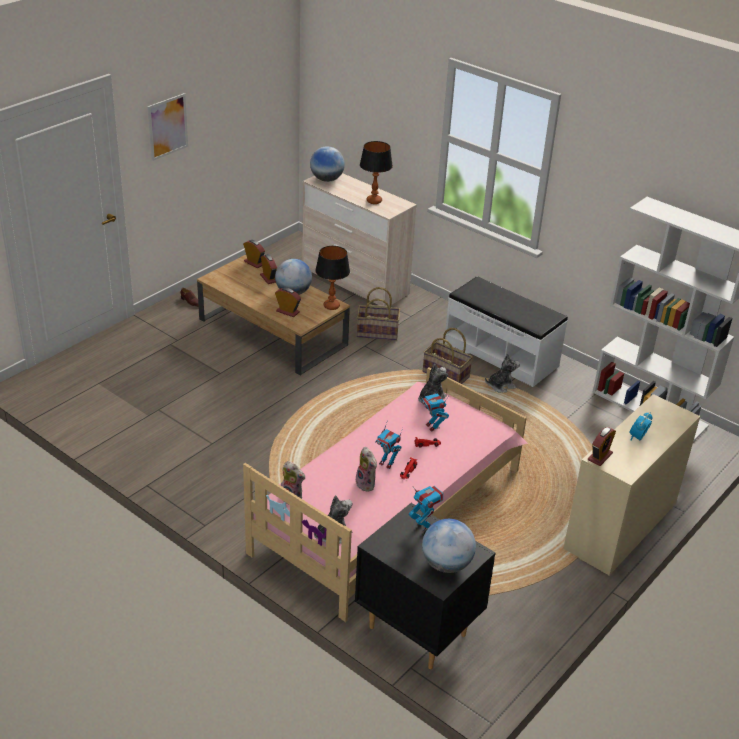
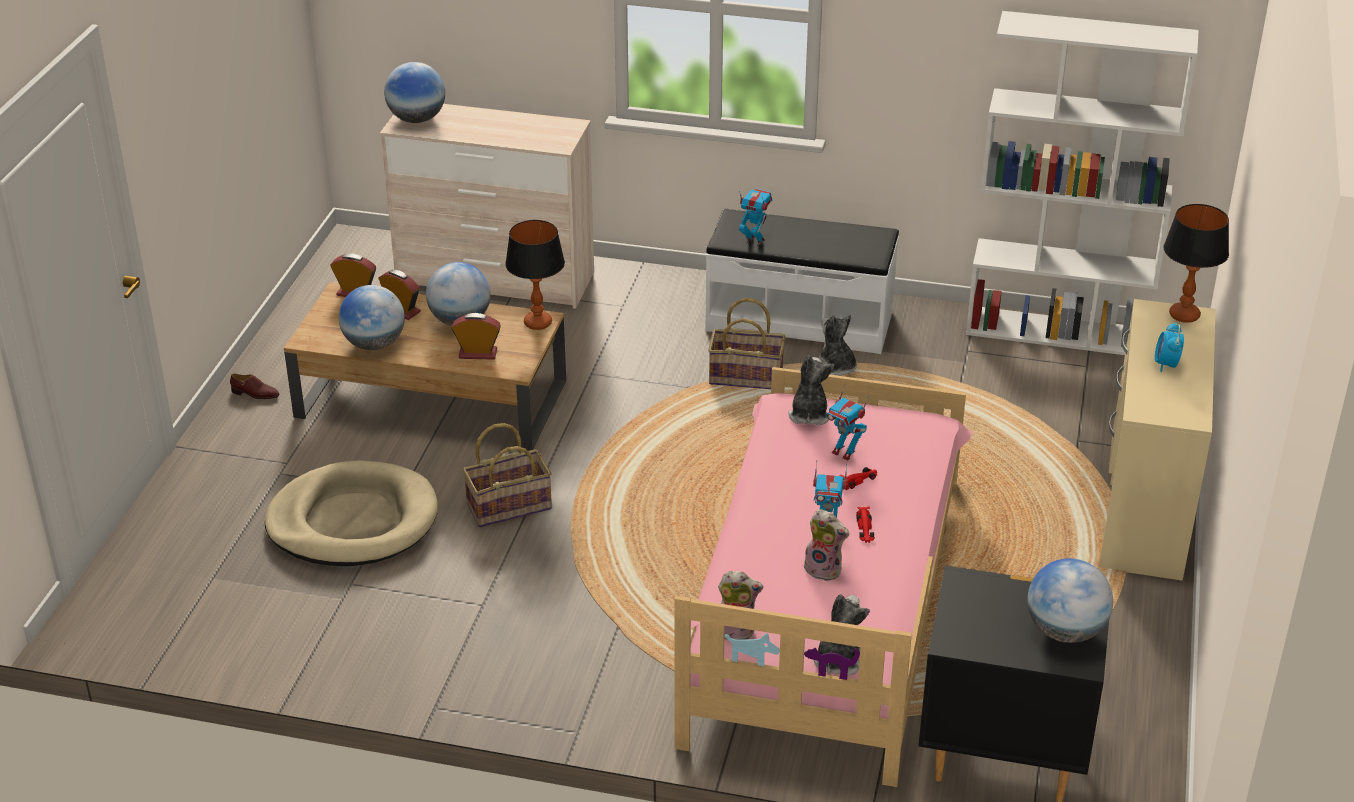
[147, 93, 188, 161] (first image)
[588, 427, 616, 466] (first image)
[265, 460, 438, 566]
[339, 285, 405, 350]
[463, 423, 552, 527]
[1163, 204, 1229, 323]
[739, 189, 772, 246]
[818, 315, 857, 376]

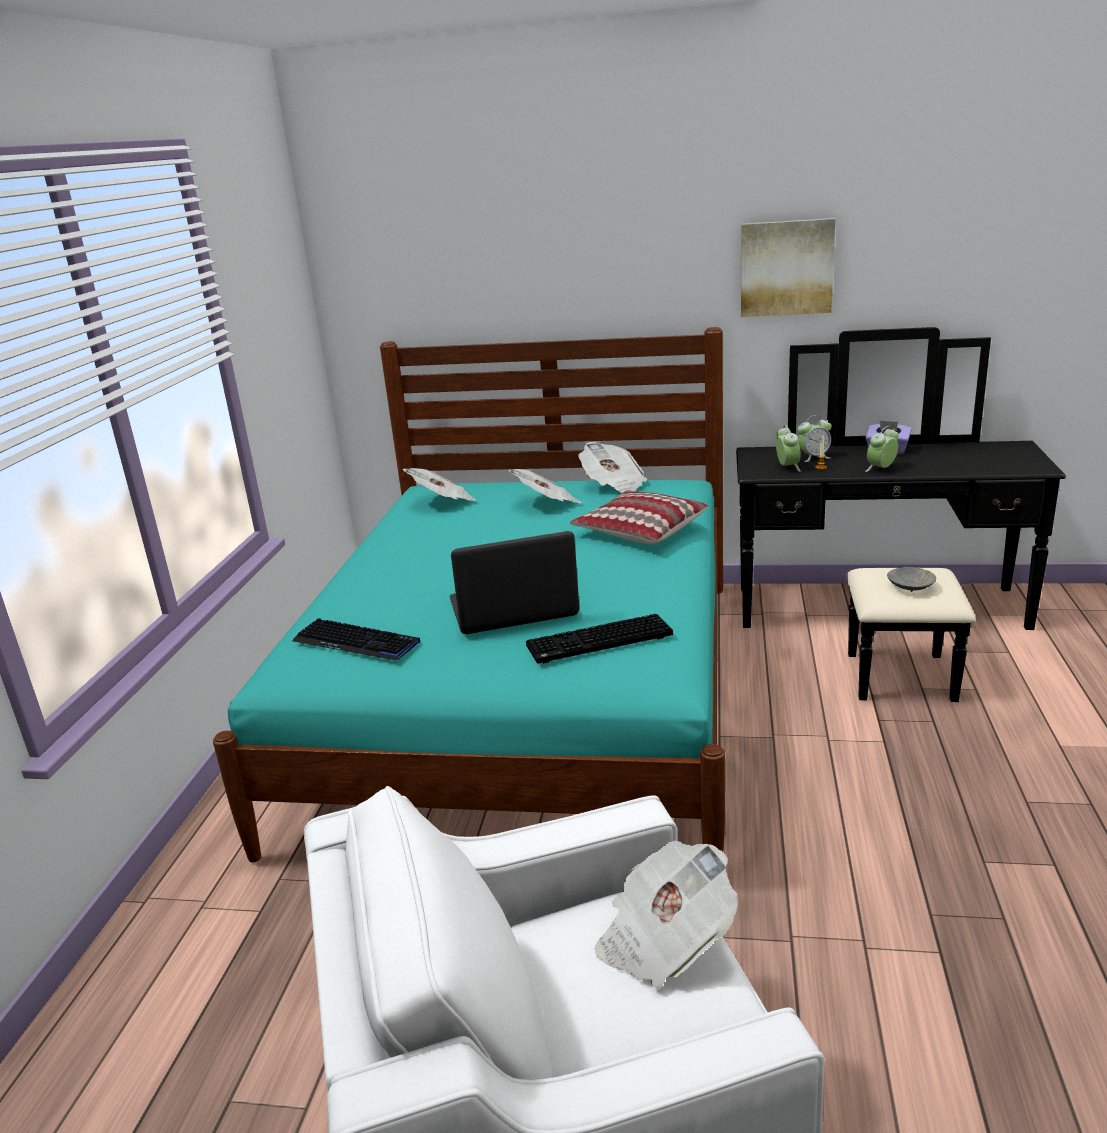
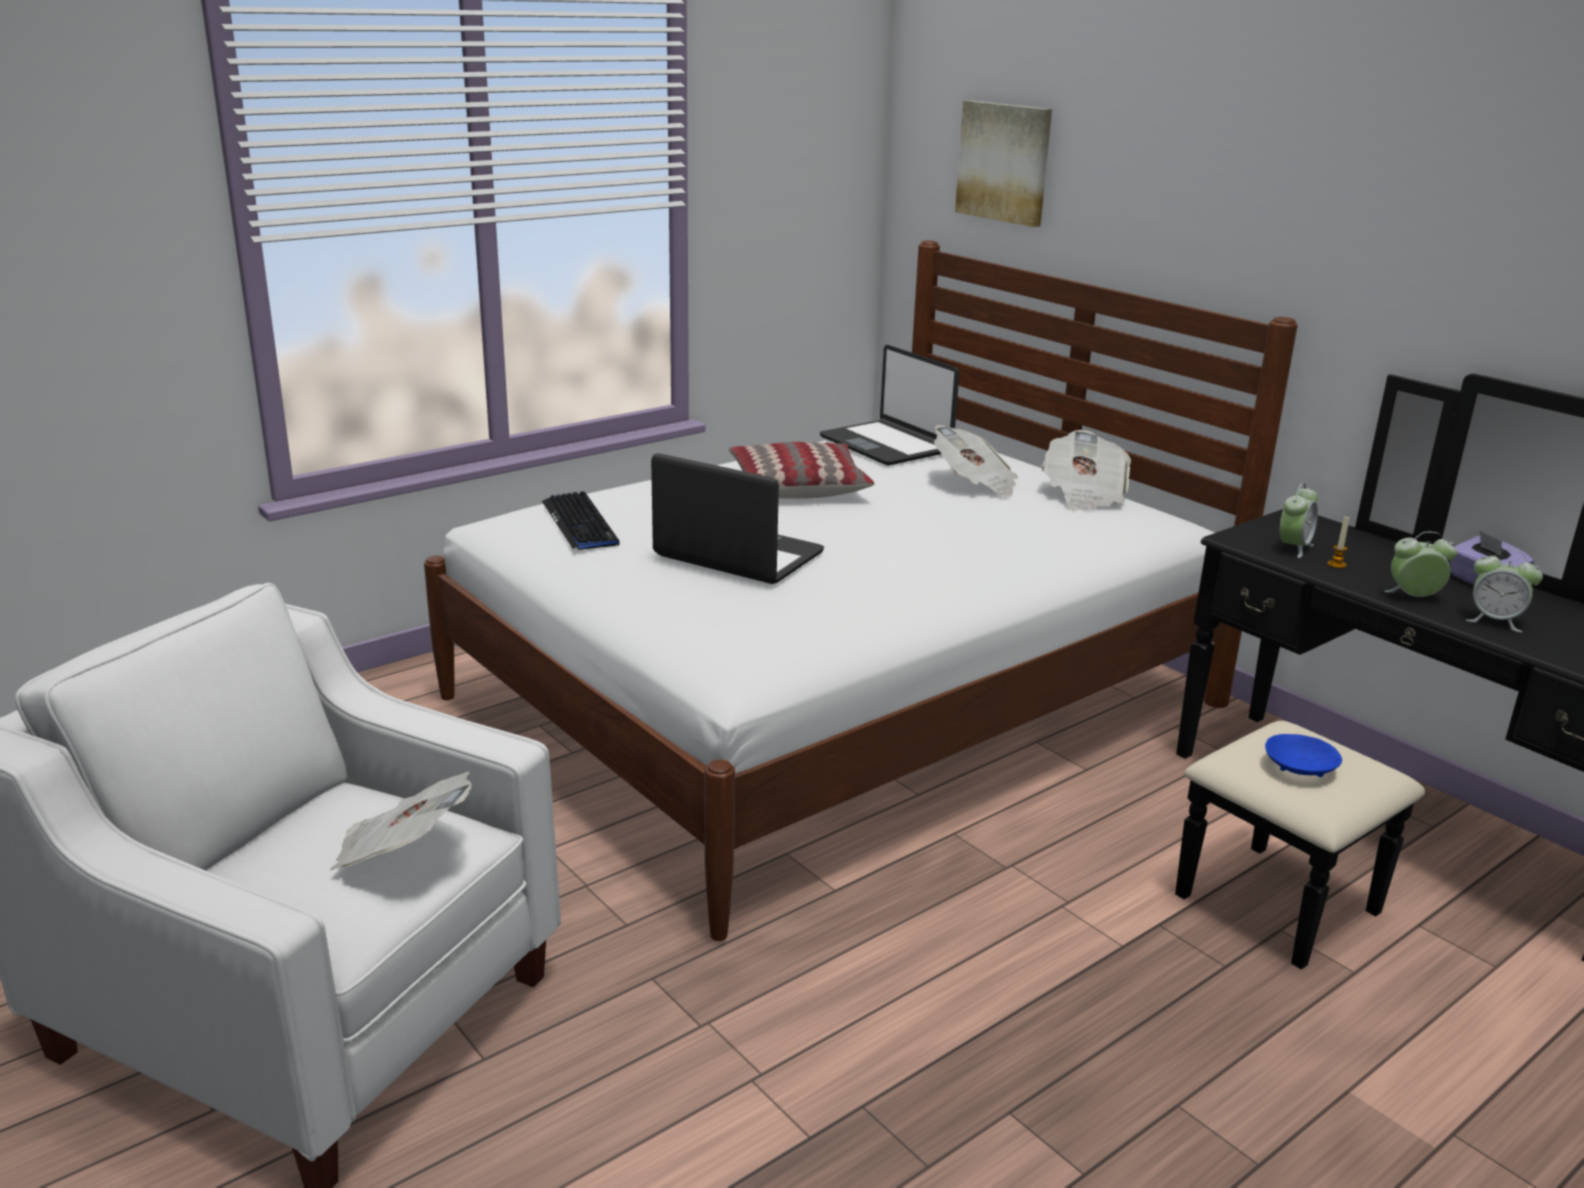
[526, 614, 673, 664] (first image)
[729, 442, 874, 499]
[955, 100, 1052, 227]
[1466, 549, 1543, 632]
[820, 345, 959, 466]
[424, 241, 1298, 941]
[1265, 734, 1342, 777]

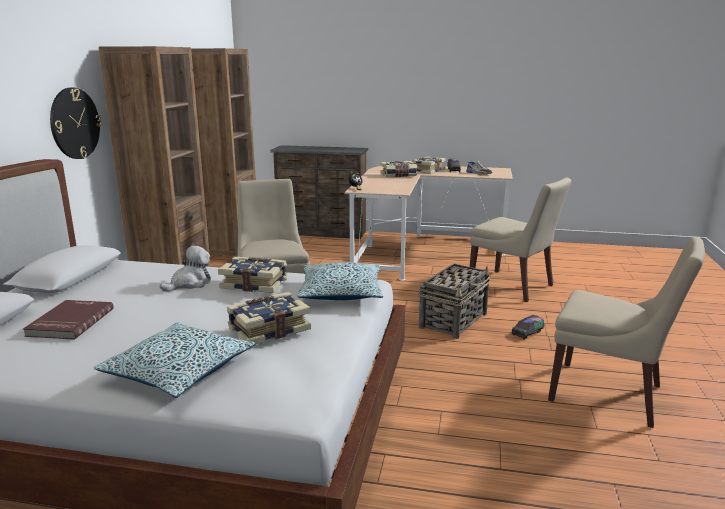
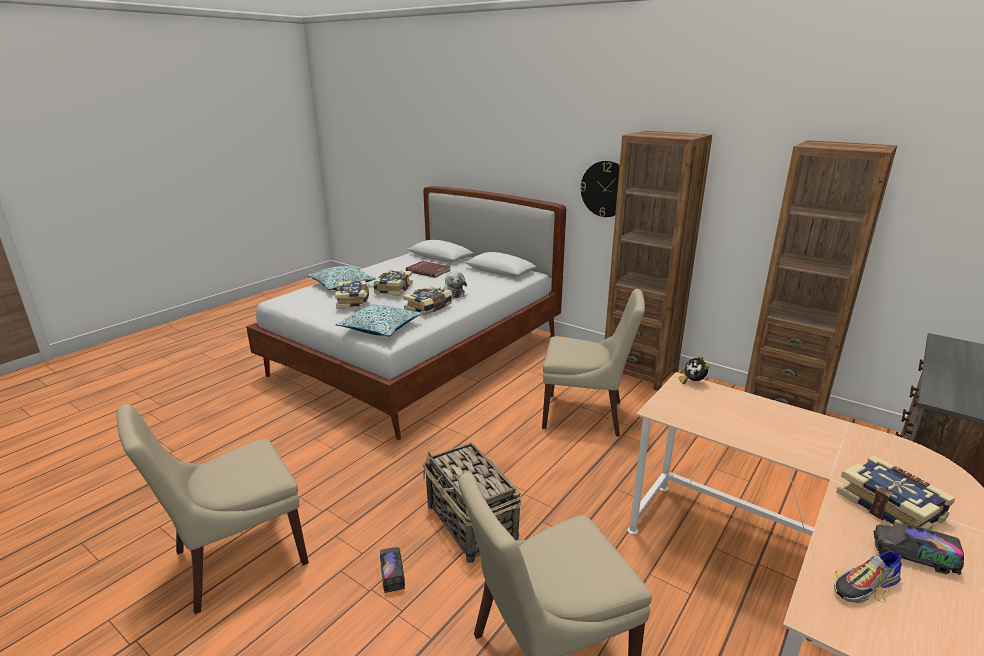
[373, 270, 413, 296]

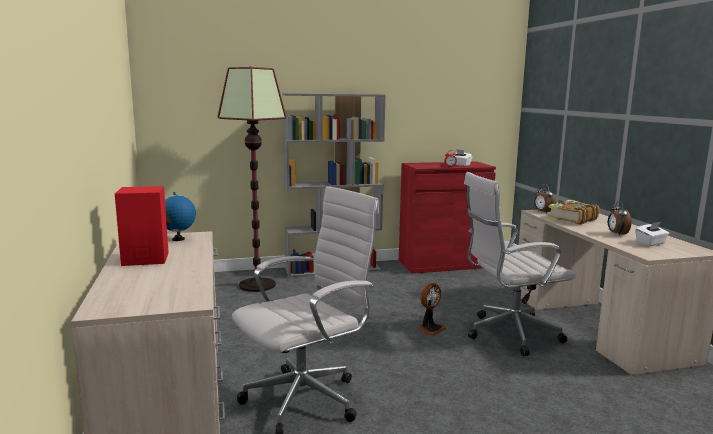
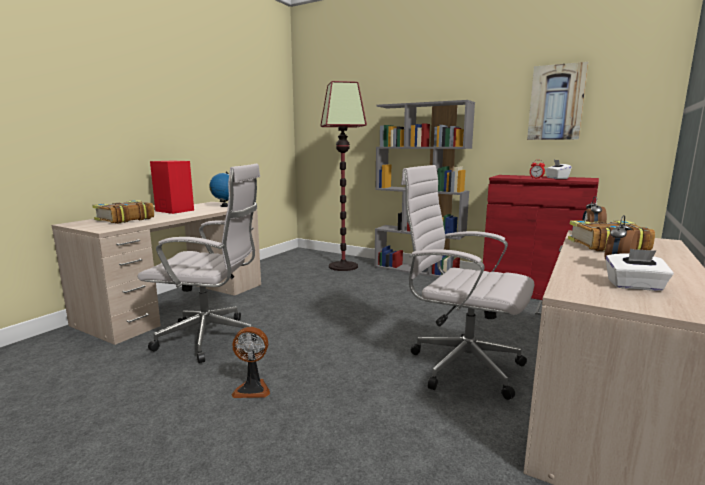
[92, 200, 154, 224]
[527, 62, 588, 140]
[232, 327, 270, 398]

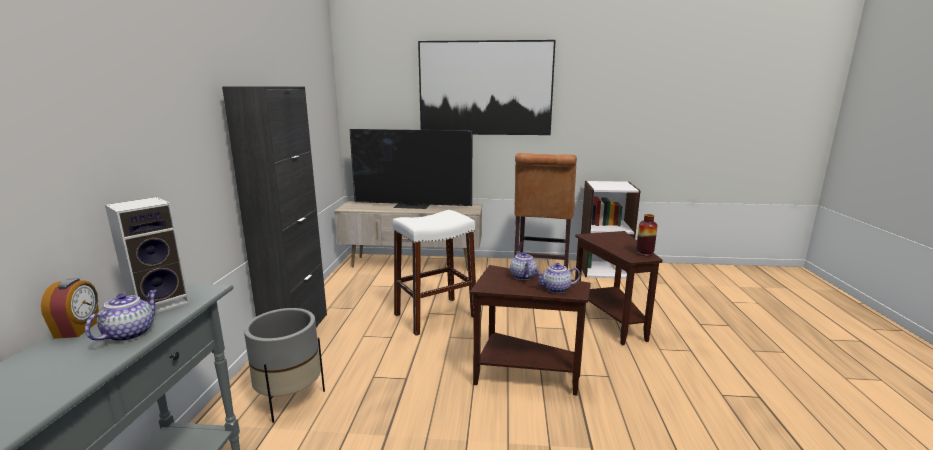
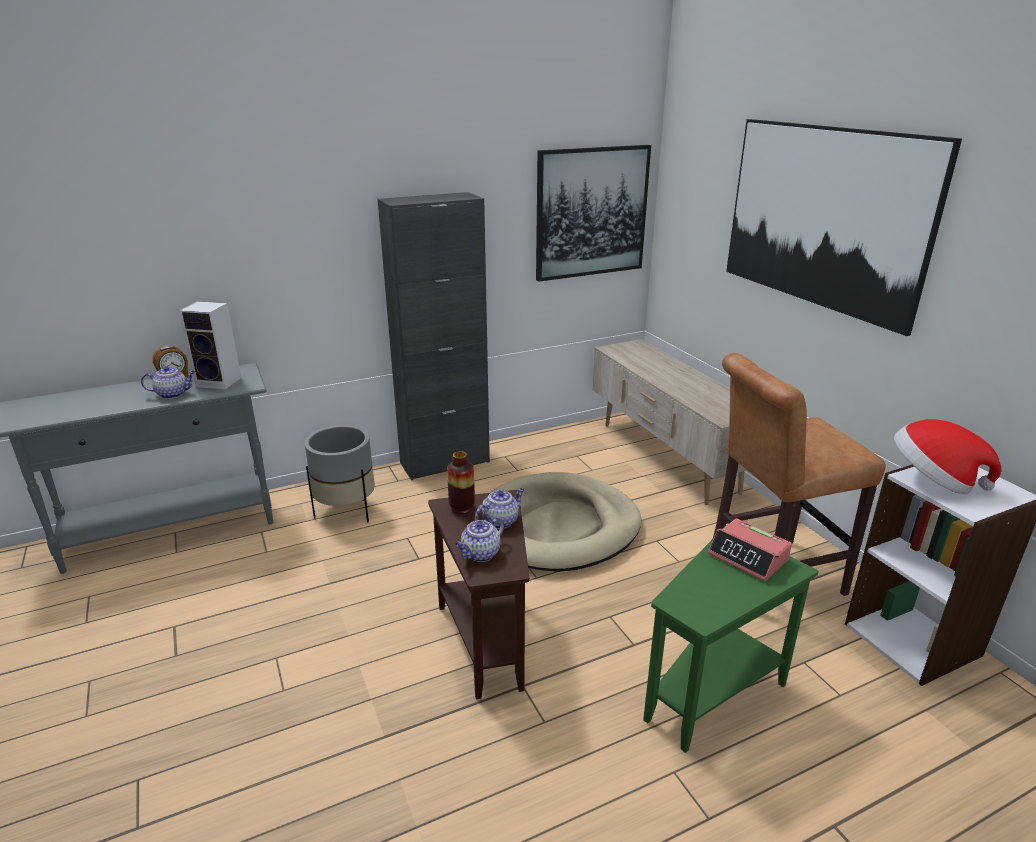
[349, 129, 472, 209] (first image)
[536, 145, 651, 282]
[708, 518, 792, 582]
[894, 419, 1002, 494]
[447, 451, 475, 514]
[489, 472, 641, 572]
[643, 525, 819, 753]
[455, 517, 504, 562]

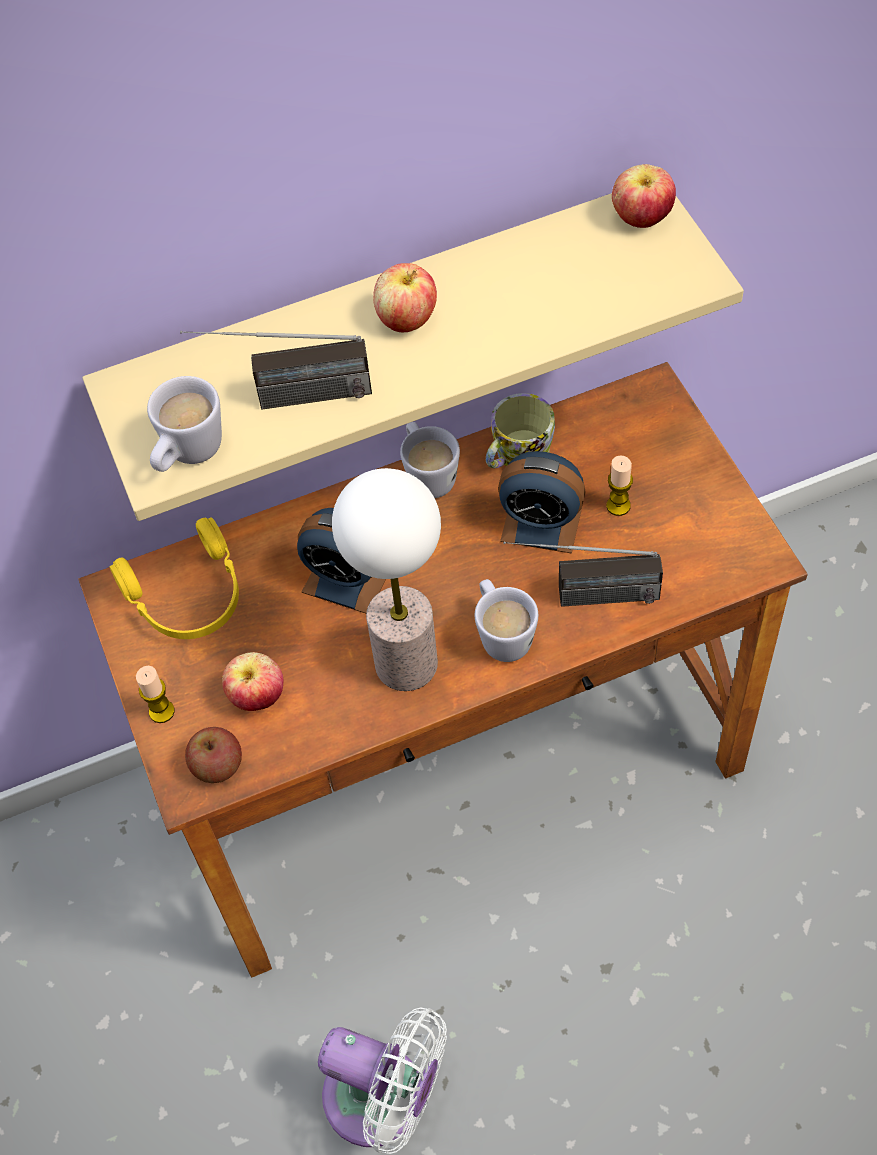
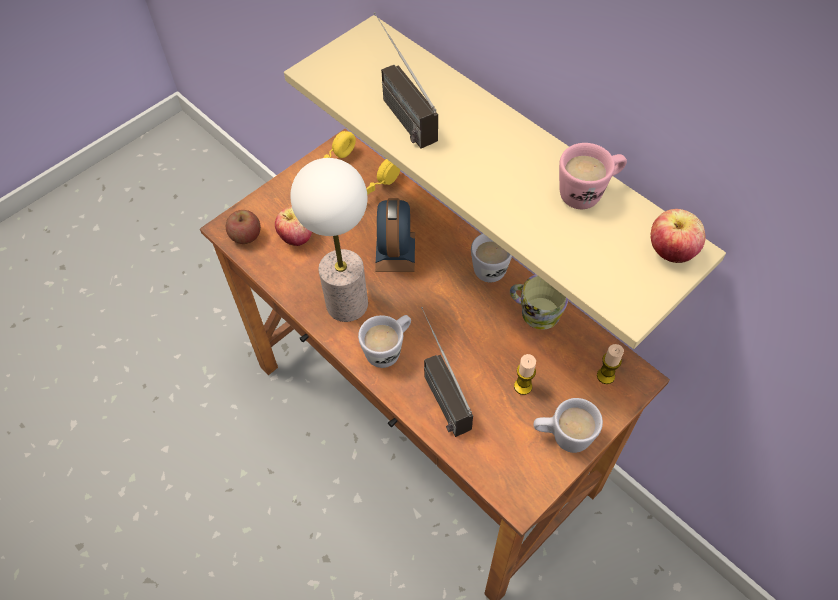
[318, 1007, 447, 1154] (first image)
[373, 263, 437, 333] (first image)
[498, 451, 586, 554] (first image)
[559, 143, 627, 209]
[597, 344, 624, 384]
[534, 398, 603, 453]

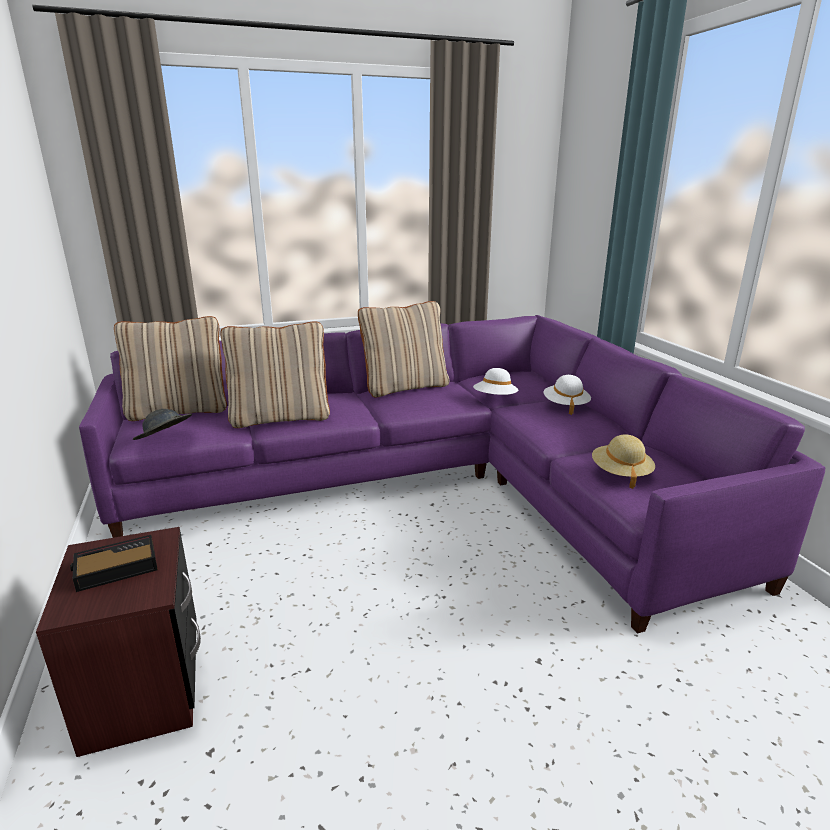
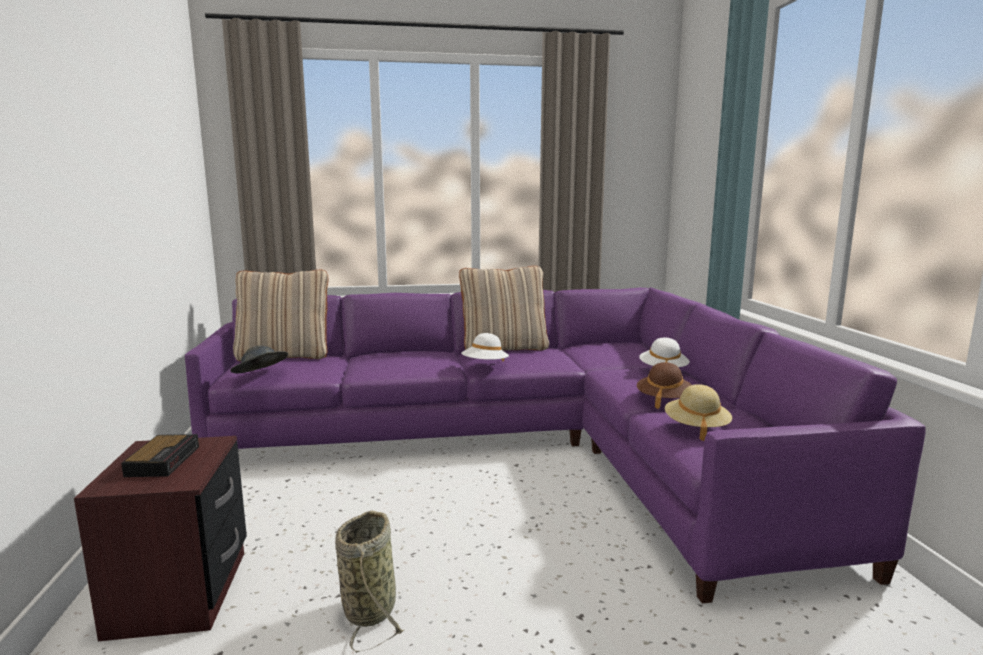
[220, 321, 330, 428] (first image)
[335, 511, 404, 653]
[637, 362, 692, 409]
[461, 333, 509, 362]
[121, 434, 199, 477]

